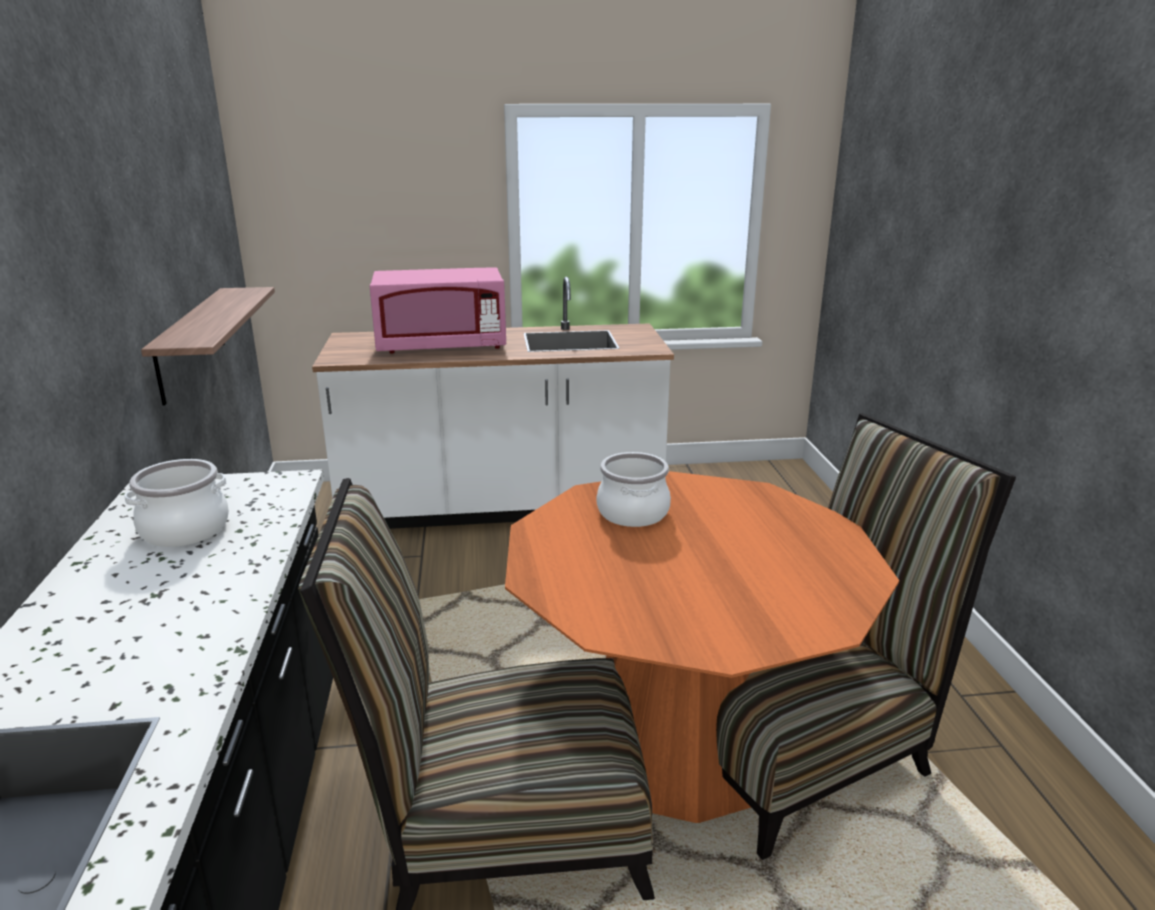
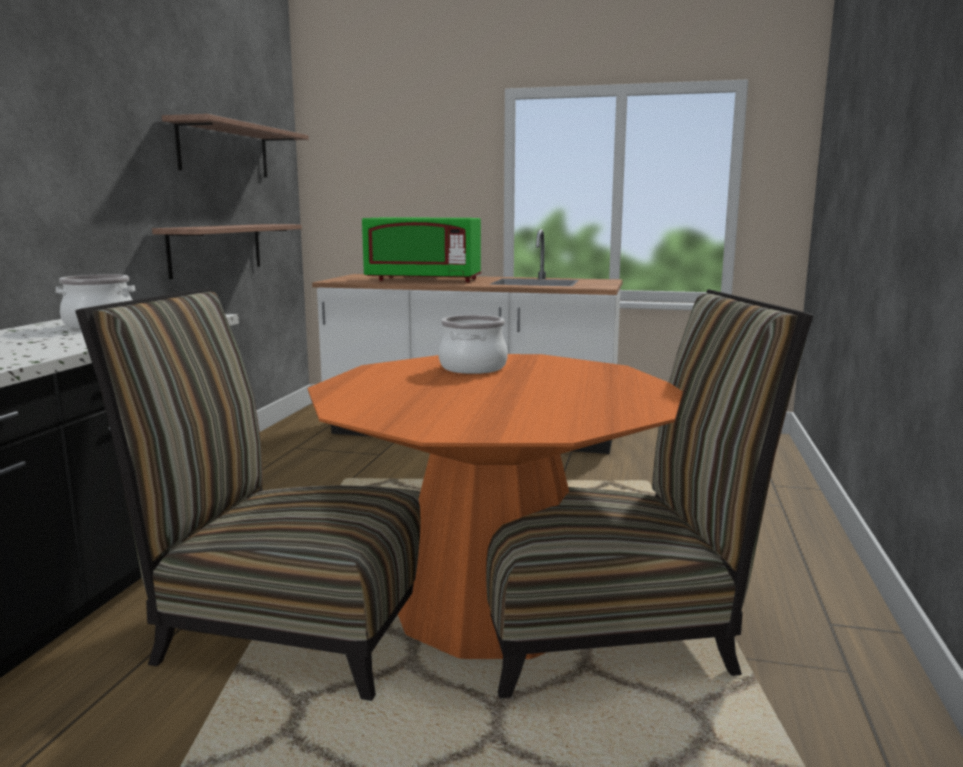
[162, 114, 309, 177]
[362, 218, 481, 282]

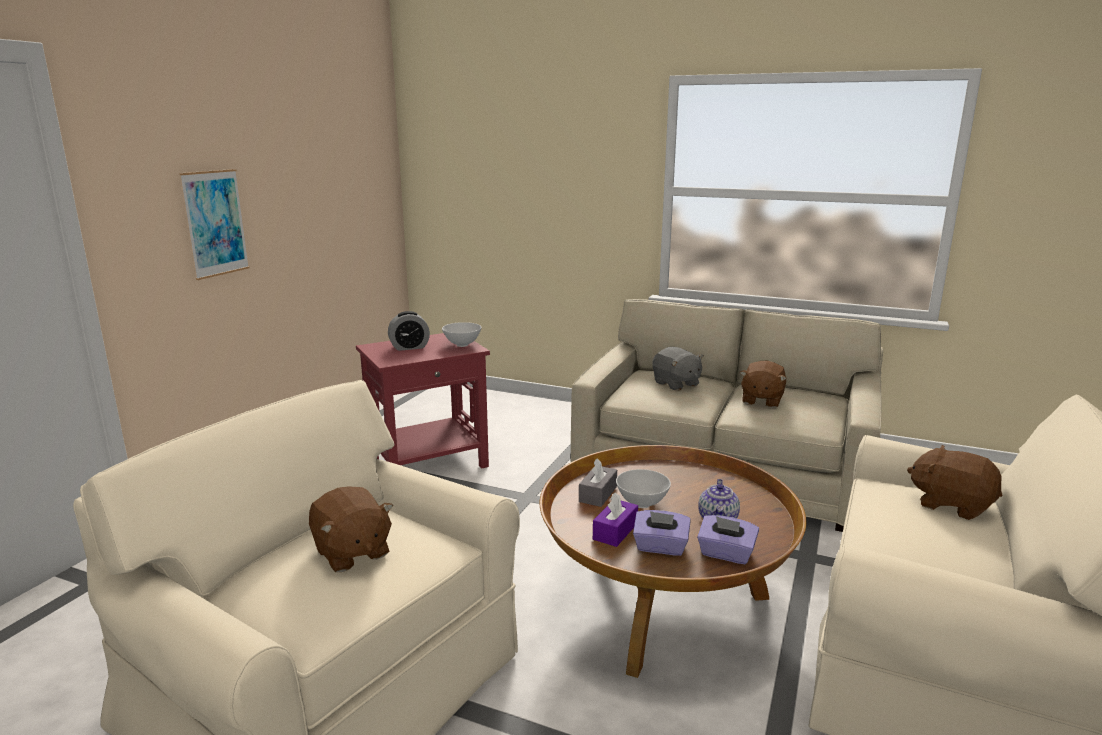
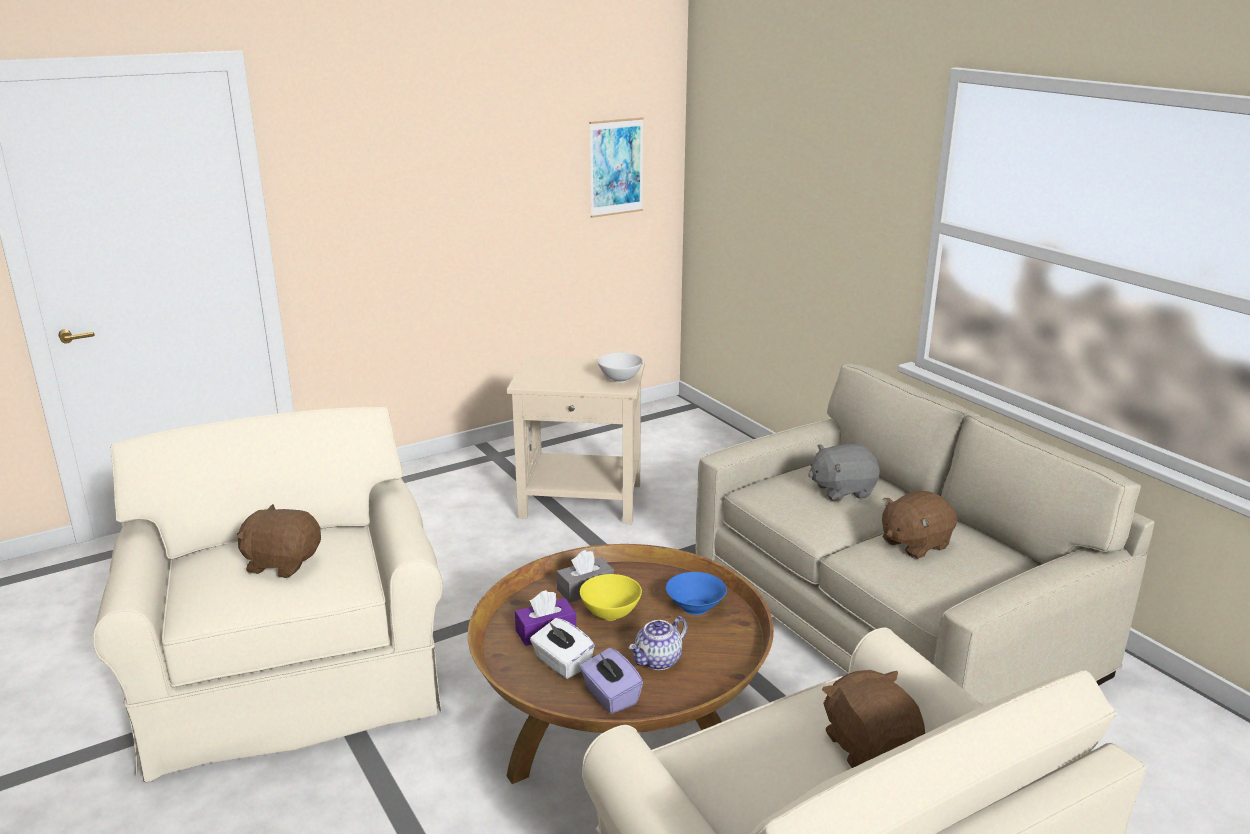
[388, 311, 430, 351] (first image)
[666, 572, 727, 615]
[589, 117, 644, 218]
[507, 356, 645, 524]
[580, 574, 642, 621]
[530, 618, 595, 679]
[237, 504, 321, 578]
[808, 444, 880, 501]

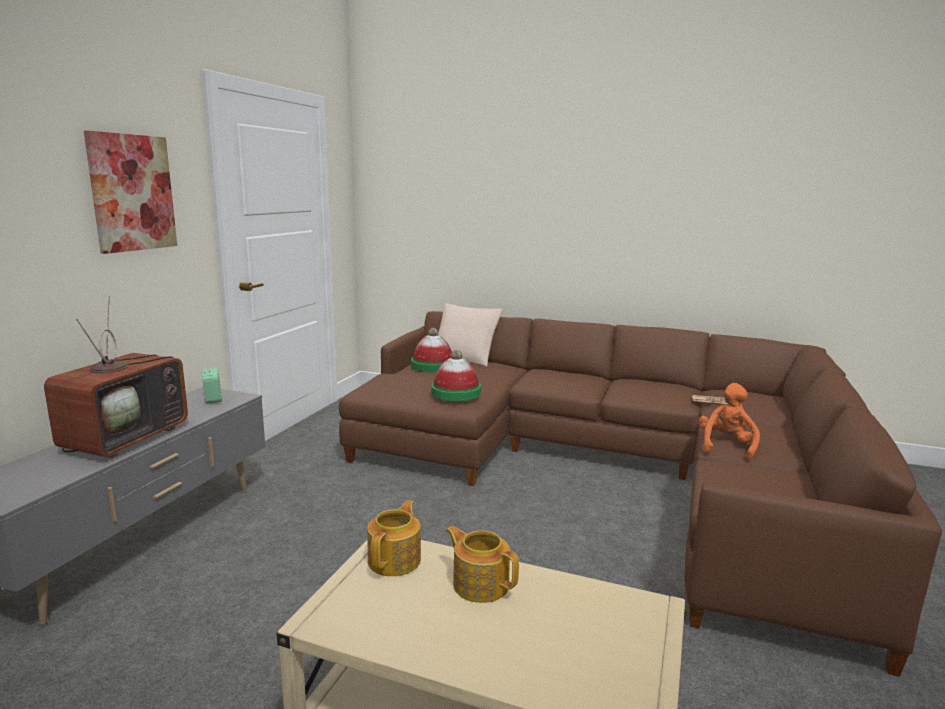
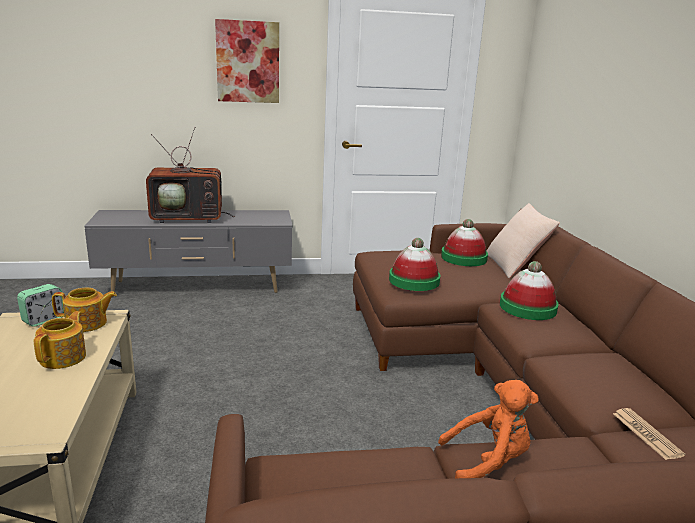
[500, 261, 559, 320]
[17, 284, 64, 327]

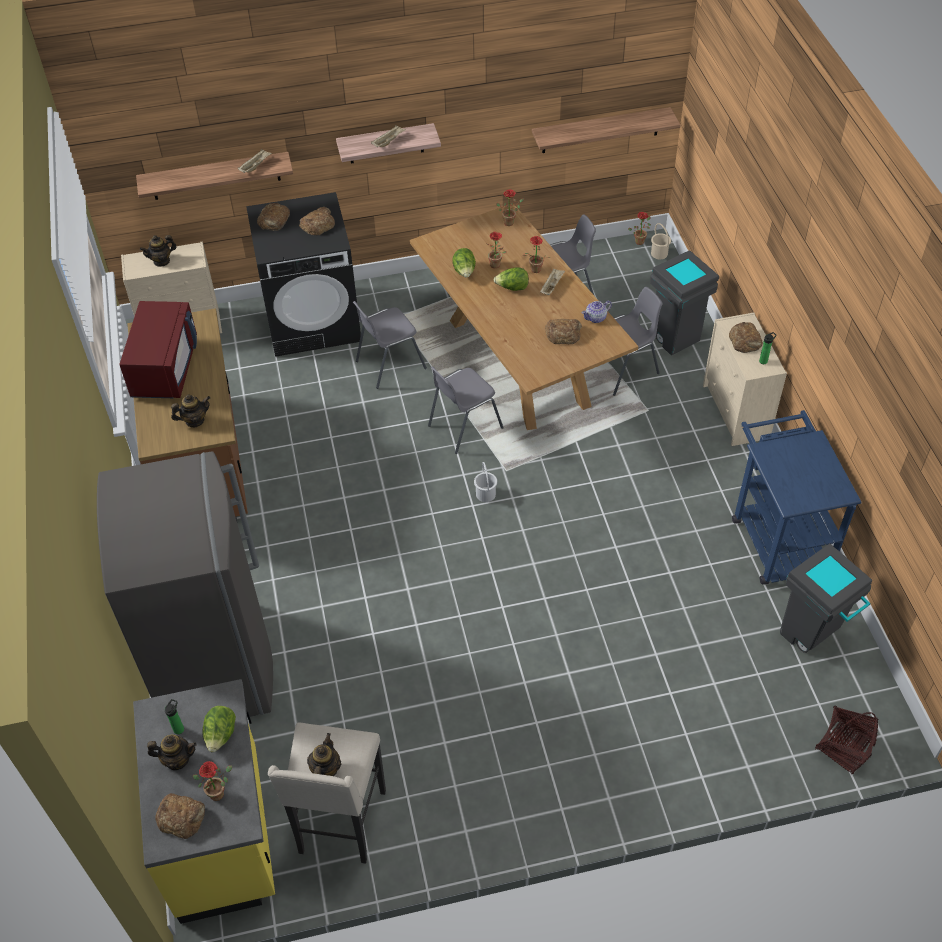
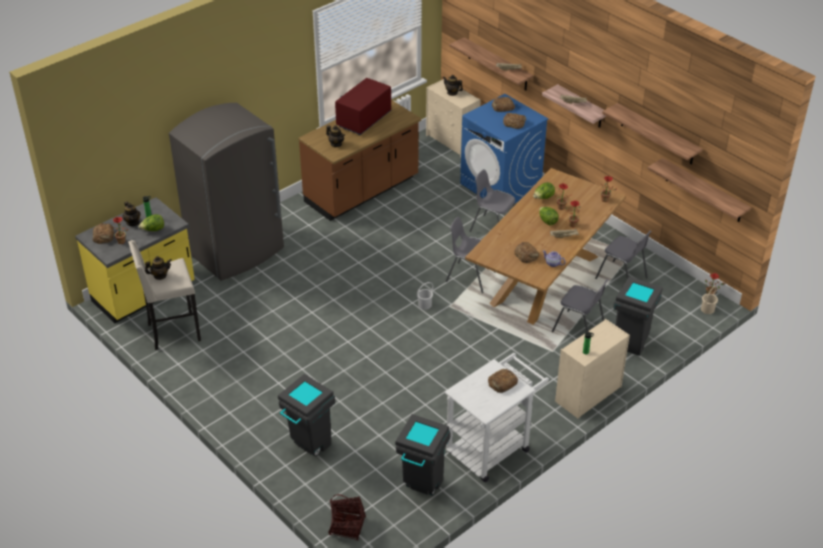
[278, 374, 335, 456]
[602, 103, 702, 165]
[488, 369, 518, 393]
[460, 94, 548, 204]
[444, 353, 549, 482]
[335, 78, 391, 135]

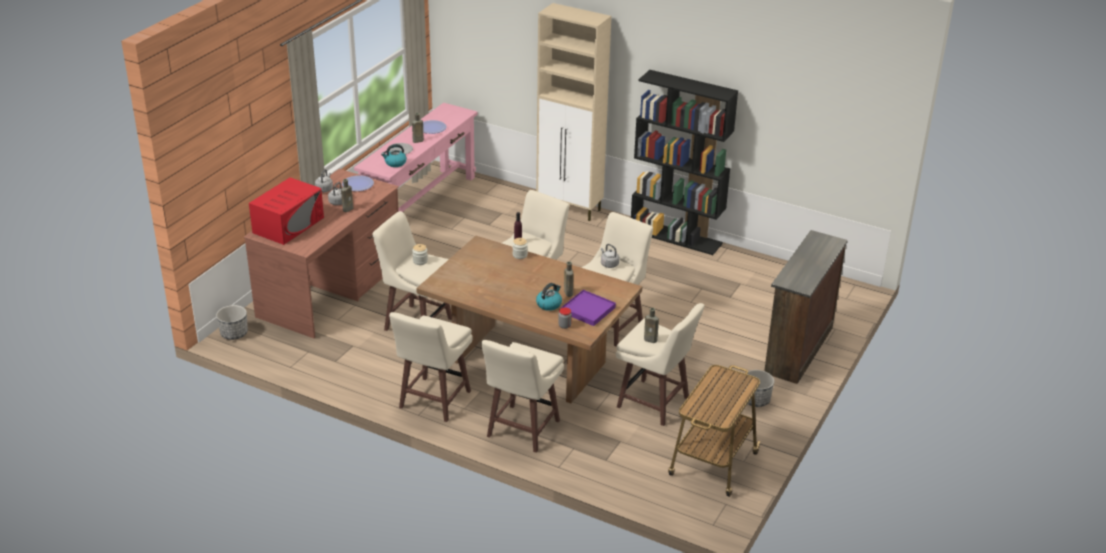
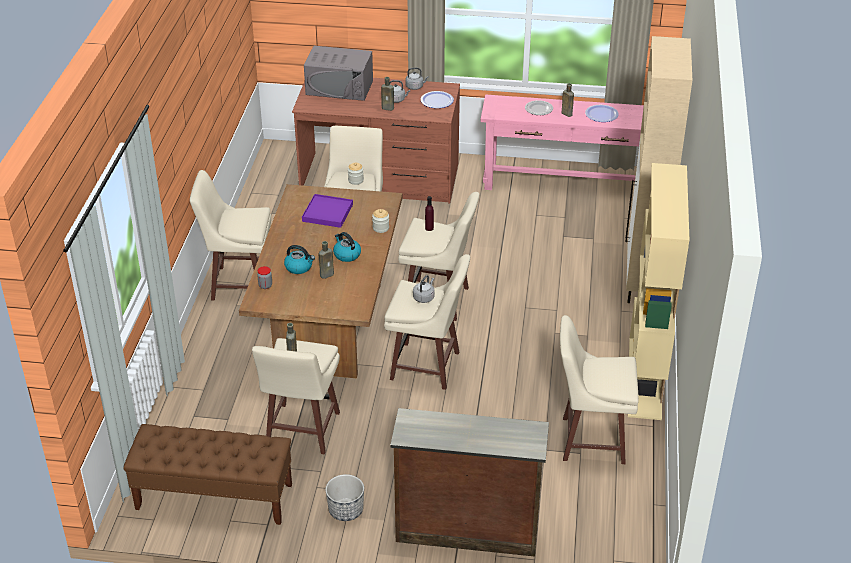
[216, 305, 248, 340] (first image)
[333, 232, 361, 262]
[560, 315, 639, 464]
[302, 194, 353, 228]
[123, 424, 292, 525]
[304, 46, 373, 101]
[628, 163, 689, 420]

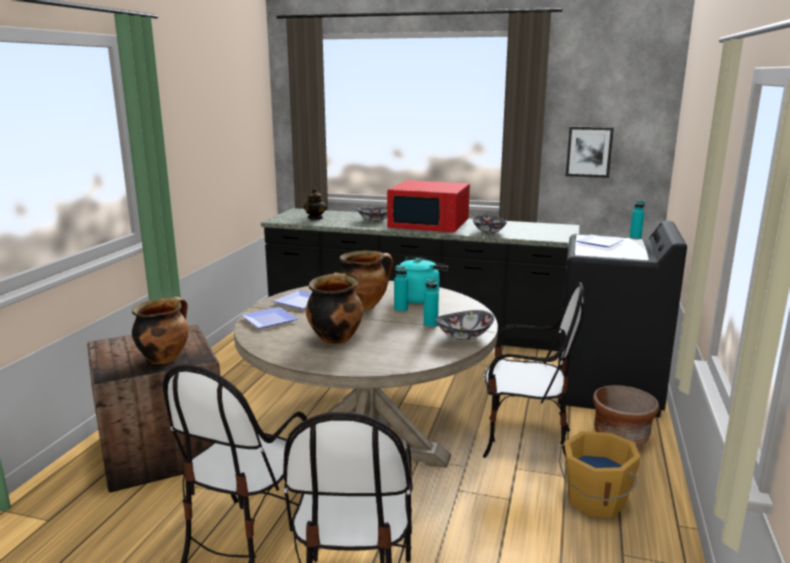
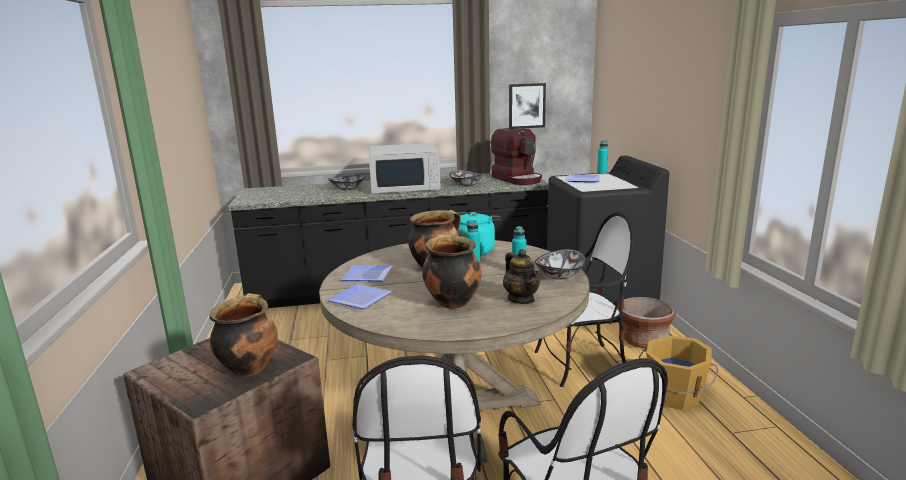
[491, 127, 542, 185]
[503, 249, 540, 304]
[369, 143, 440, 193]

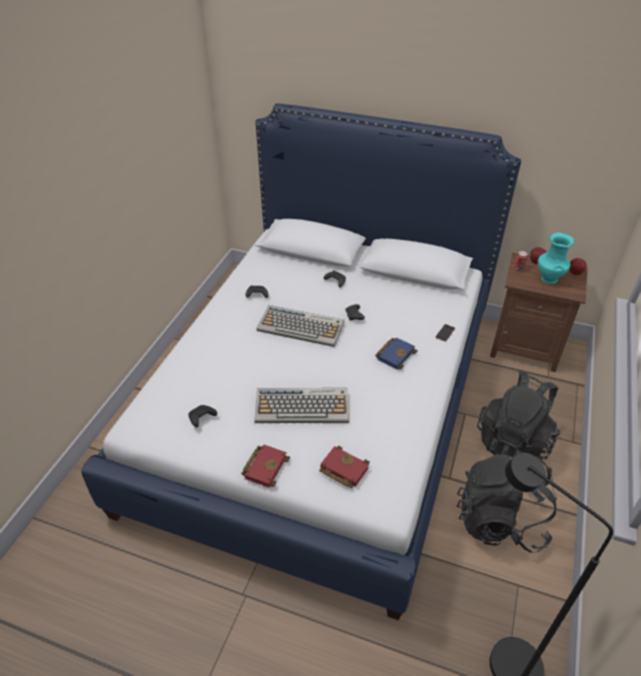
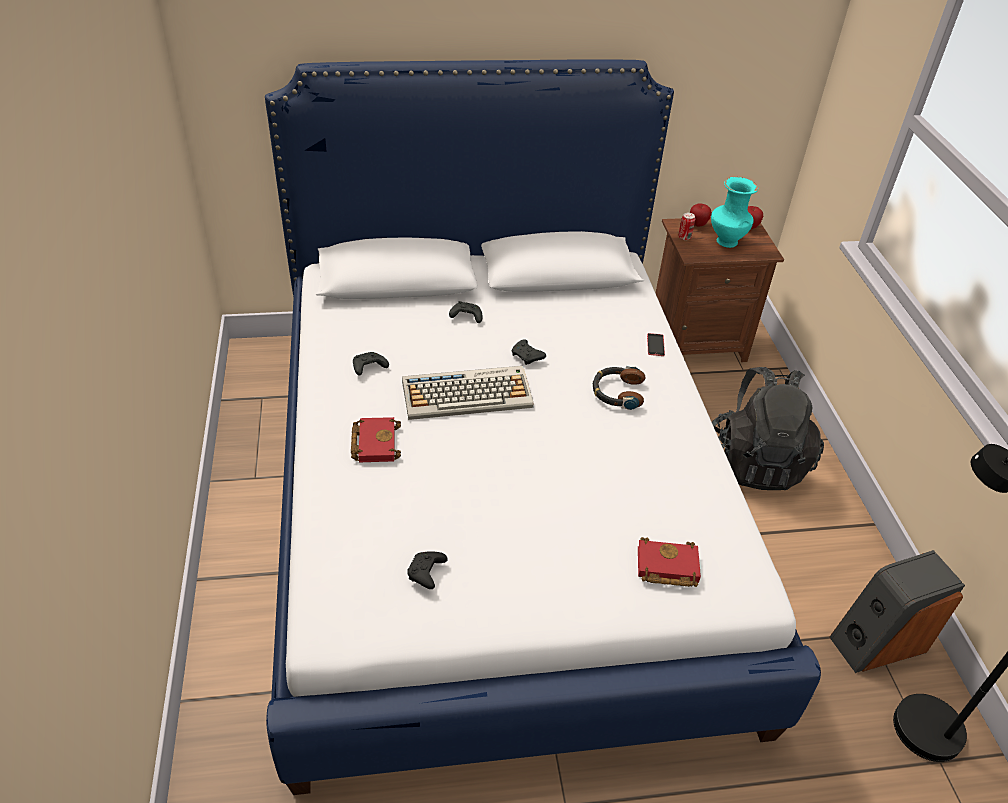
[254, 388, 349, 423] (first image)
[457, 454, 557, 553] (first image)
[829, 550, 965, 673]
[351, 417, 401, 462]
[592, 366, 646, 410]

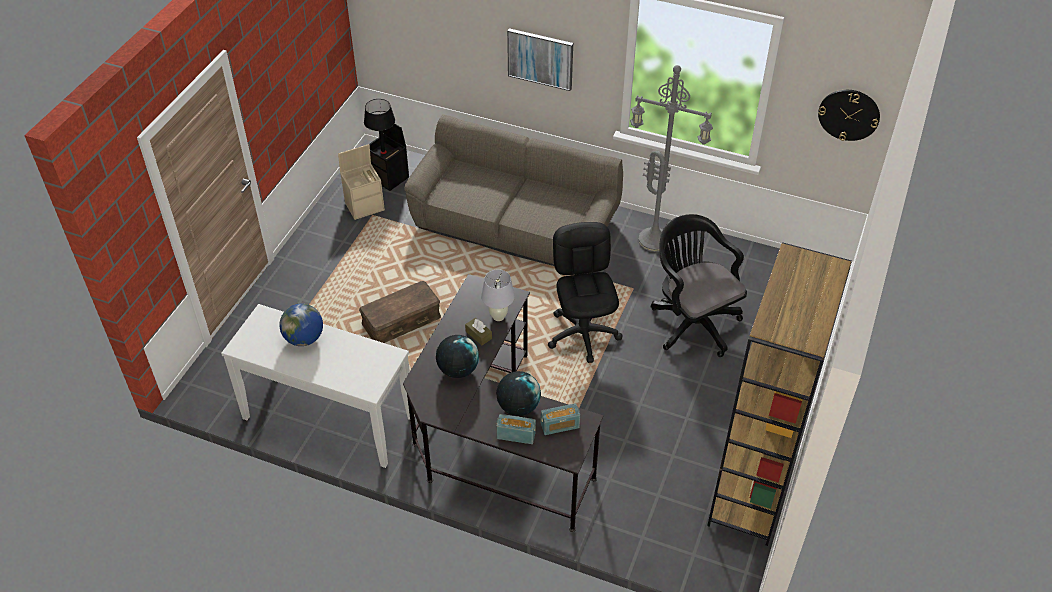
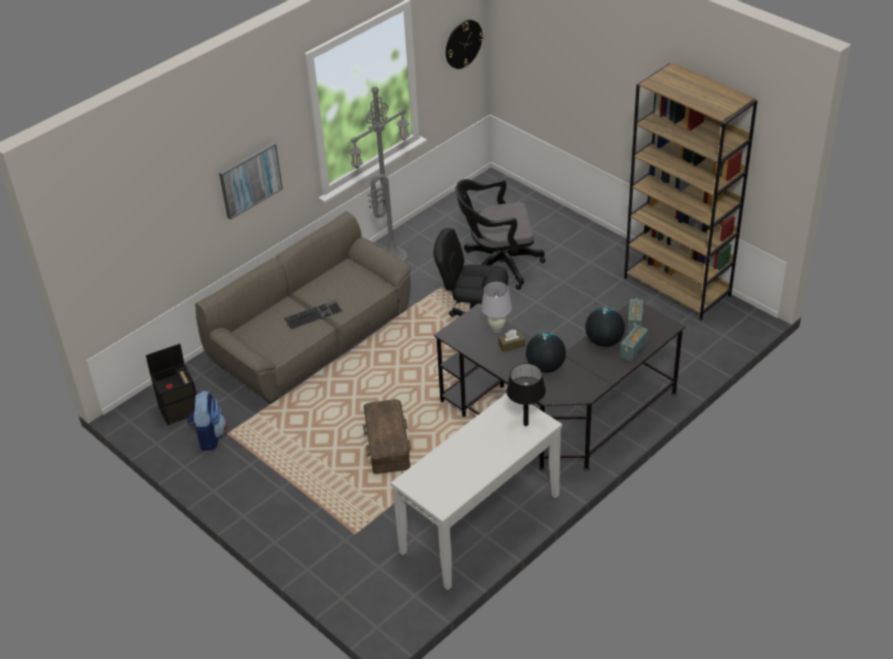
[279, 304, 323, 346] (first image)
[284, 300, 343, 330]
[506, 363, 546, 426]
[187, 391, 227, 451]

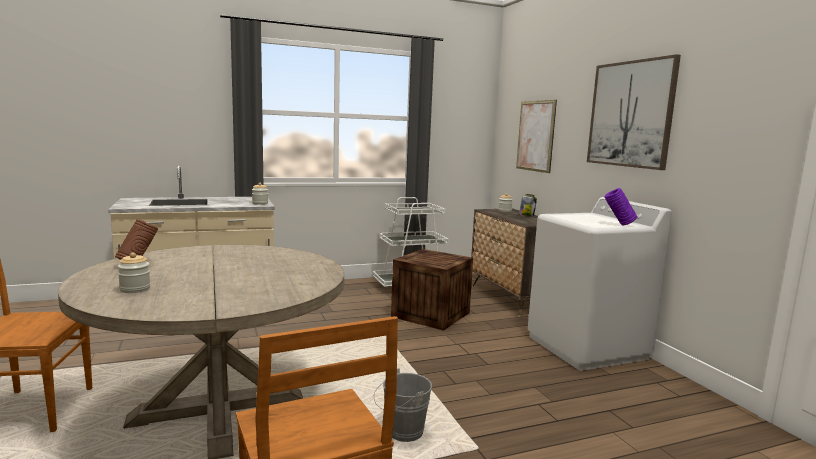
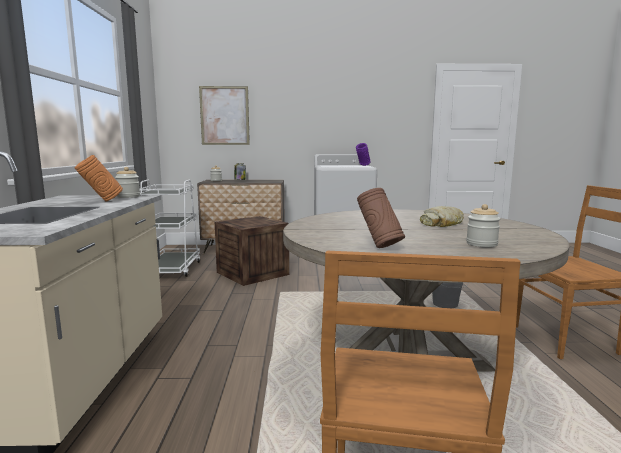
[587, 54, 681, 170] (first image)
[74, 155, 123, 201]
[420, 206, 464, 227]

